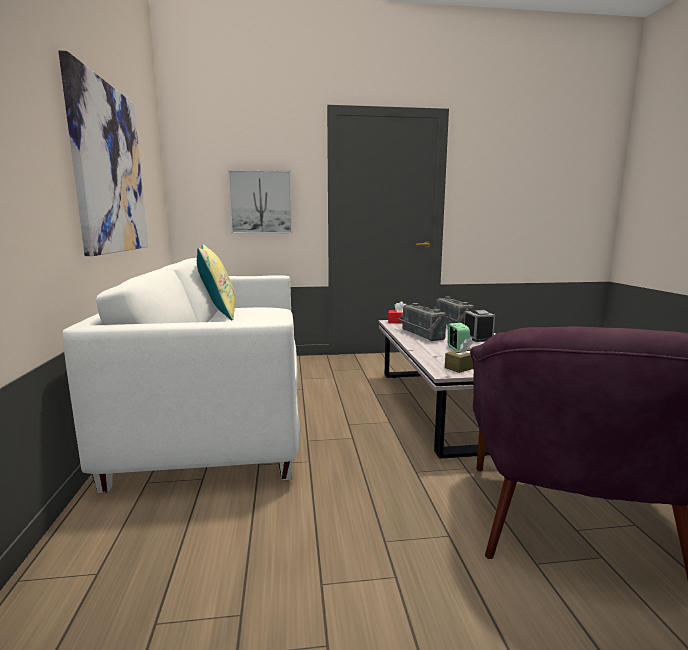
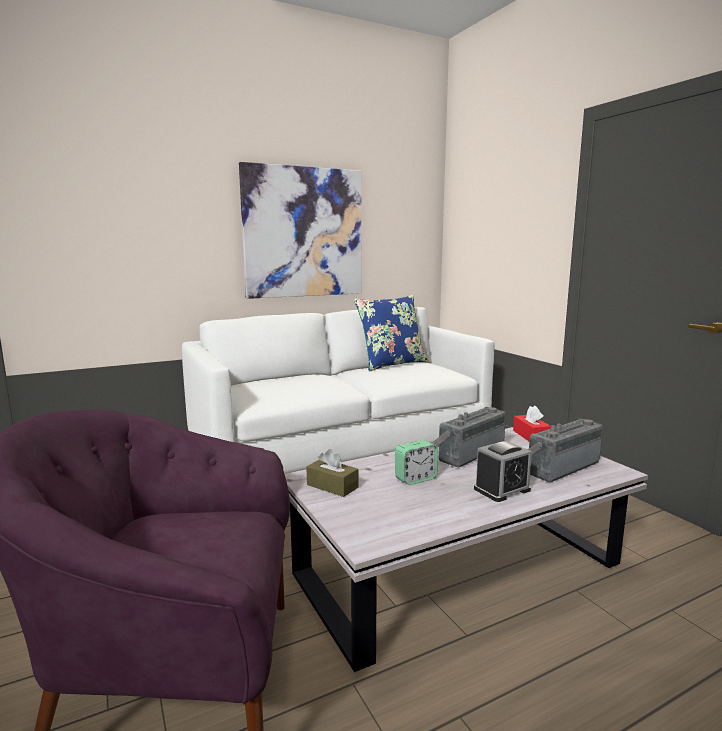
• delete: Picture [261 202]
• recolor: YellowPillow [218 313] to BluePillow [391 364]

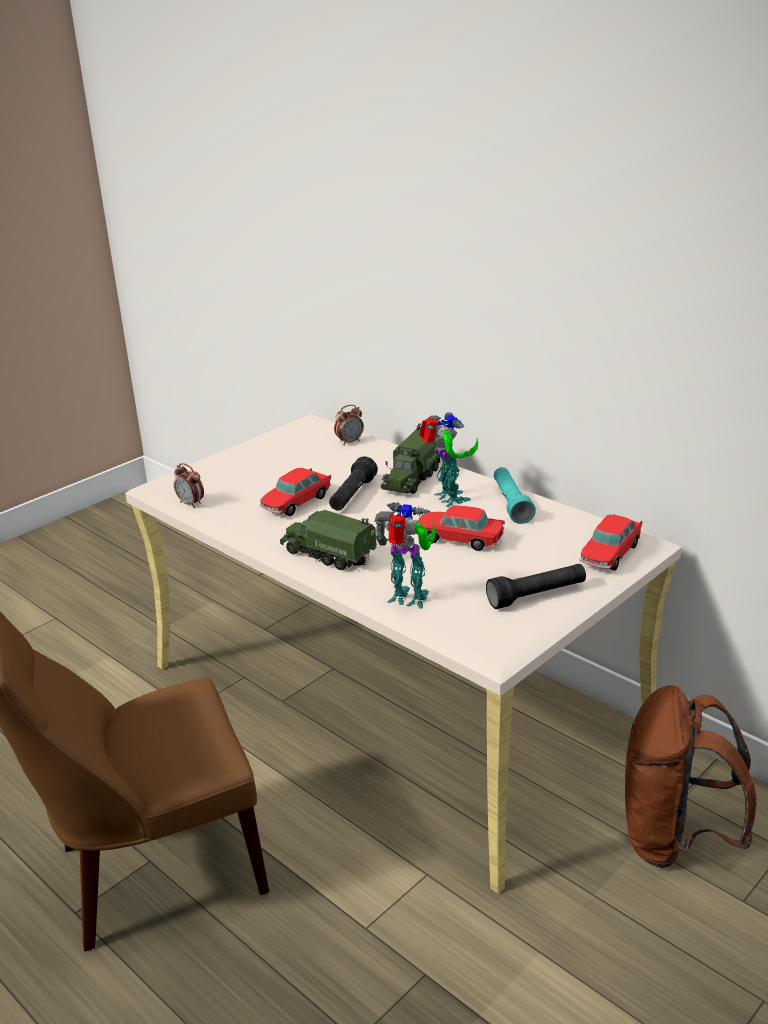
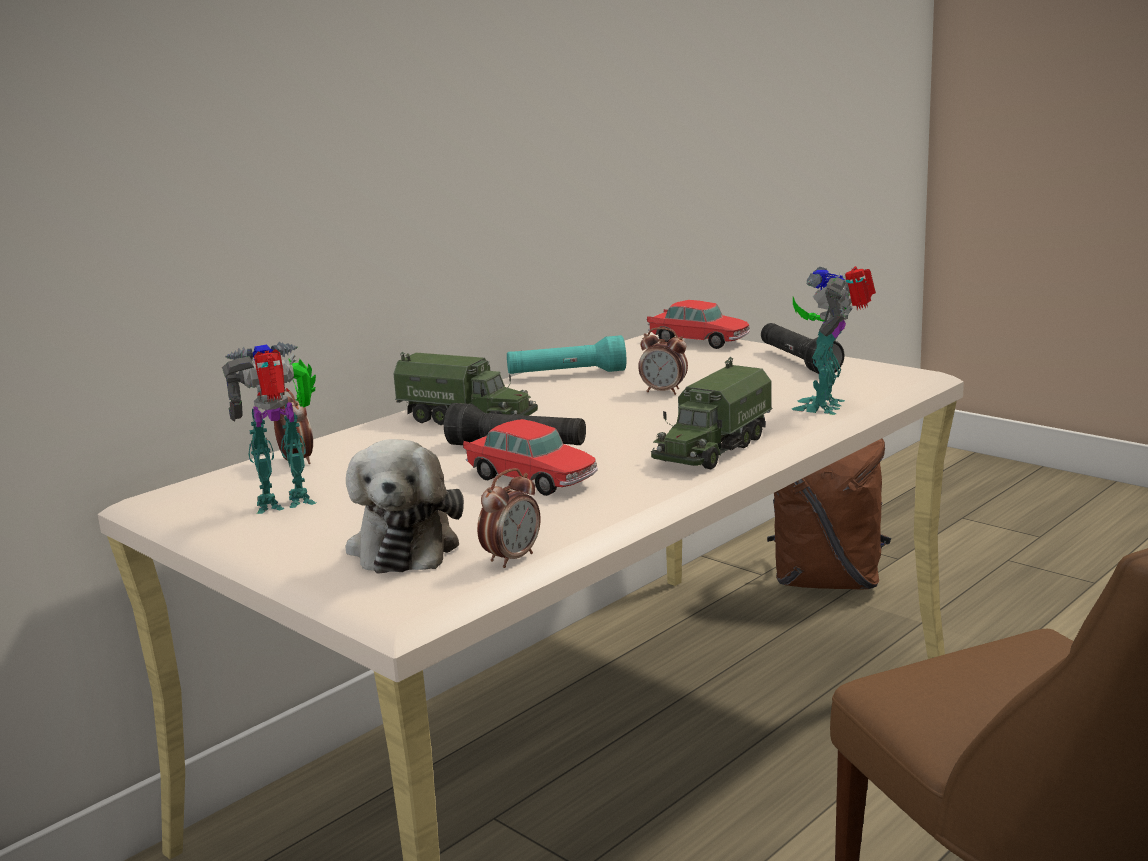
• insert: PlushToy [405 545]
• move: ToyRobot [449 499] to [287 503]
• replace: ToyCar [460 539] to AlarmClock [664 391]

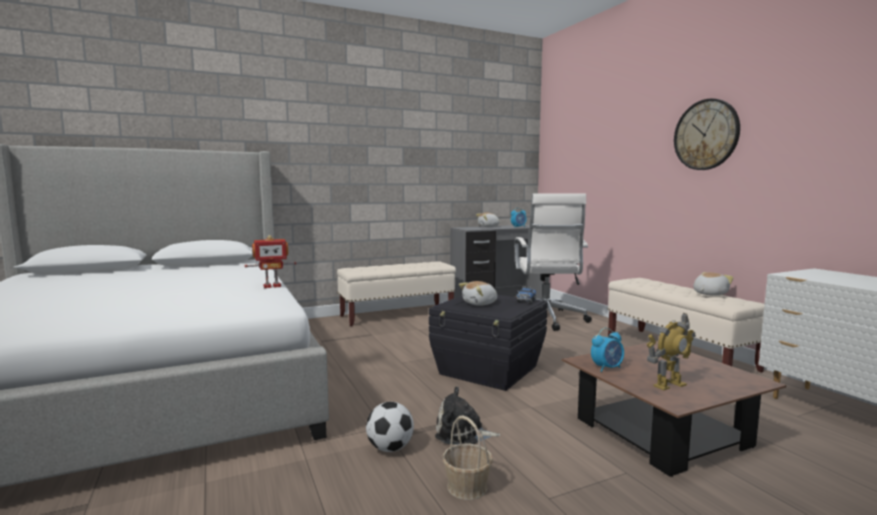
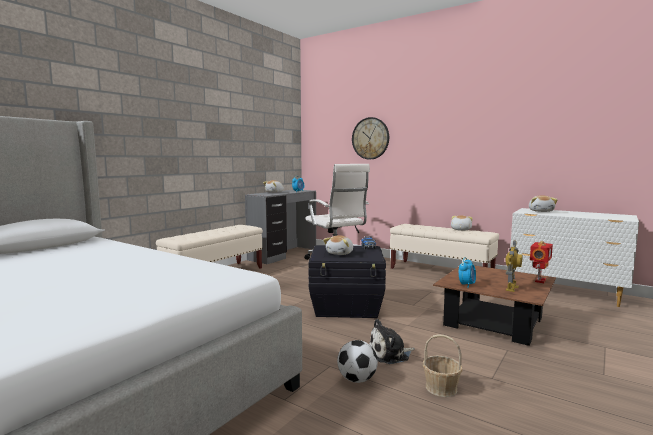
• insert: PlushToy [541 211]
• move: ToyRobot [272 286] to [539 280]
• move: WallClock [706 135] to [370 138]

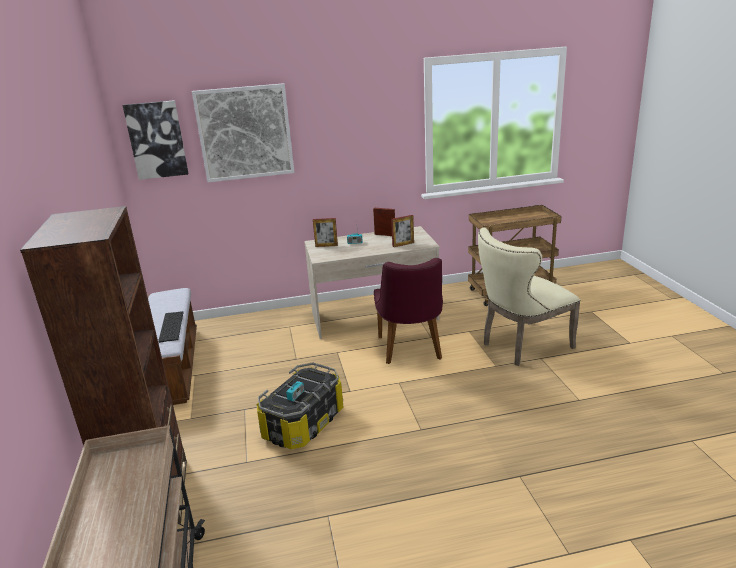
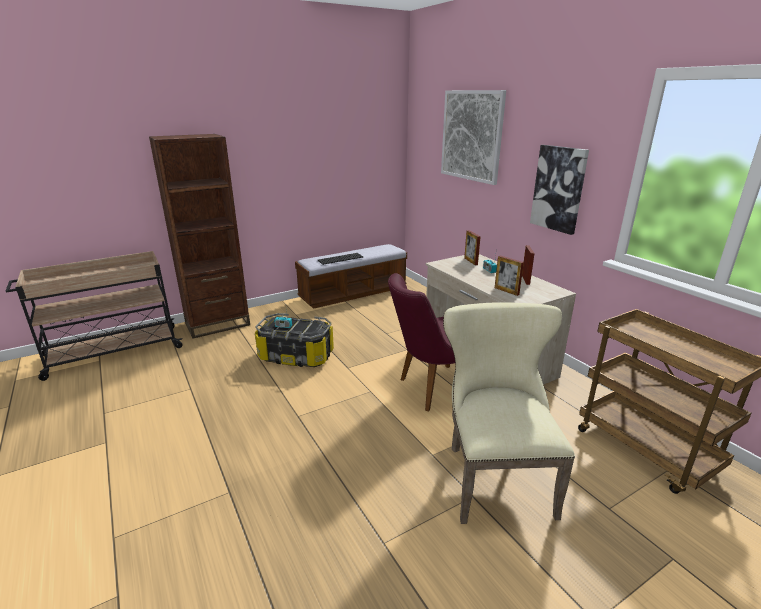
• move: Picture [156 140] to [559 189]
• rotate: BeigeChair [521 346] = [493 474] 45 degrees clockwise

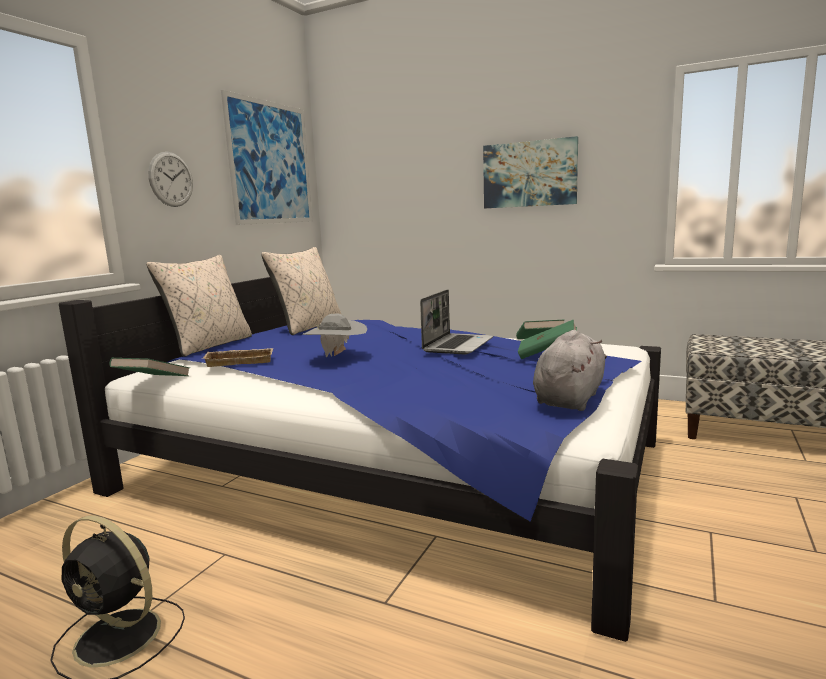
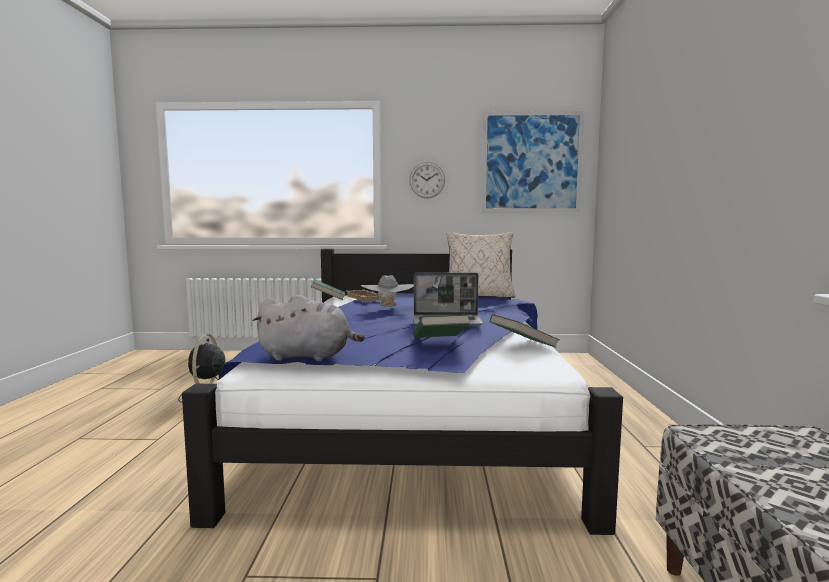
• delete: BeigePillow [210 345]
• delete: Picture [529 174]

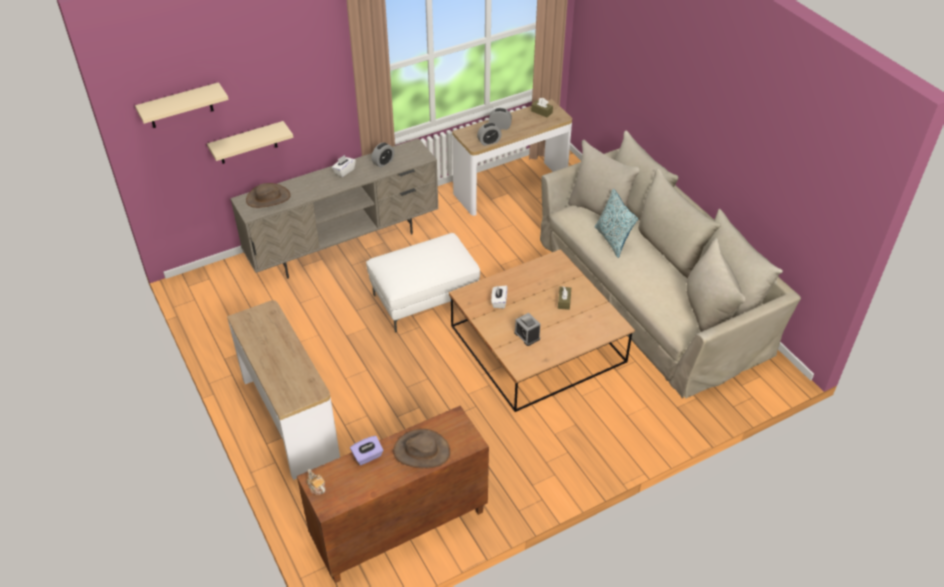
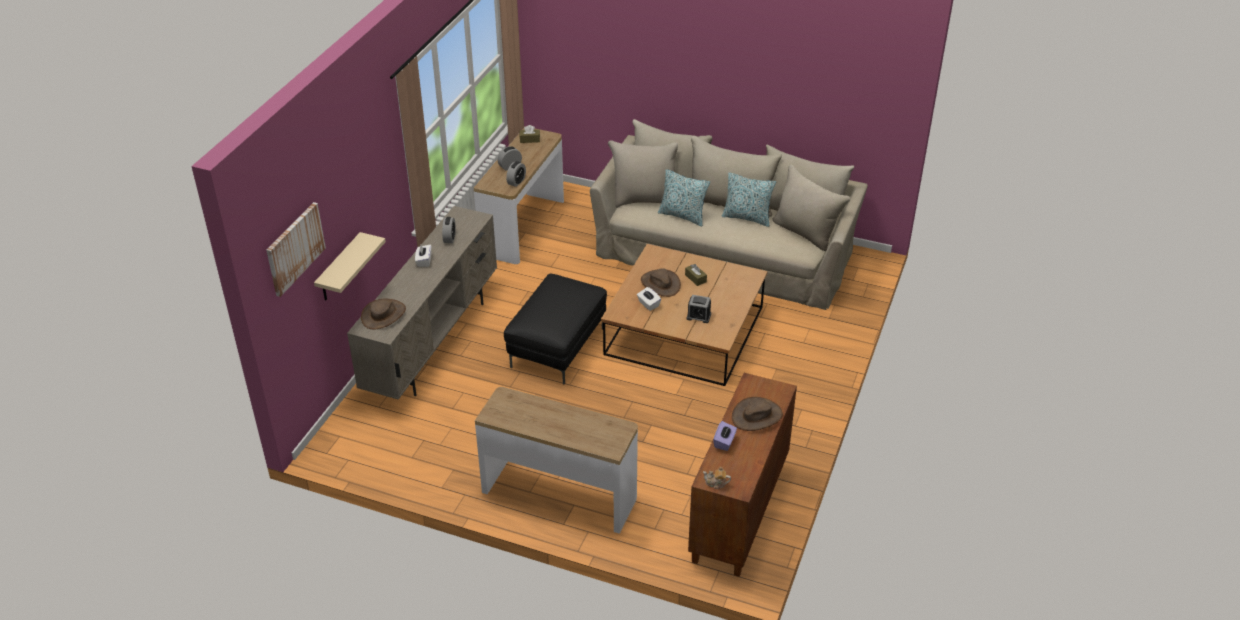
• insert: BrownHat [660 284]
• insert: Pillow [747 218]
• replace: BeigeShelf [180 106] to Picture [295 248]
• recolor: WhiteOttoman [424 299] to BlackOttoman [557 347]

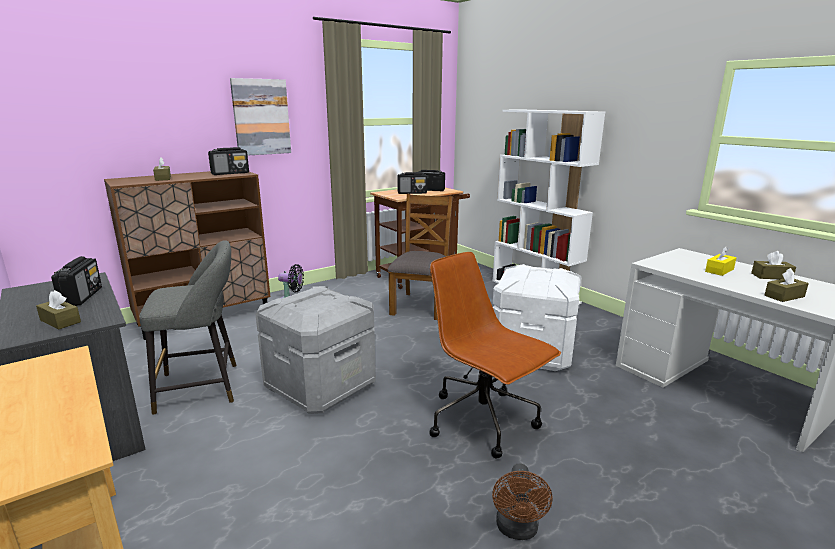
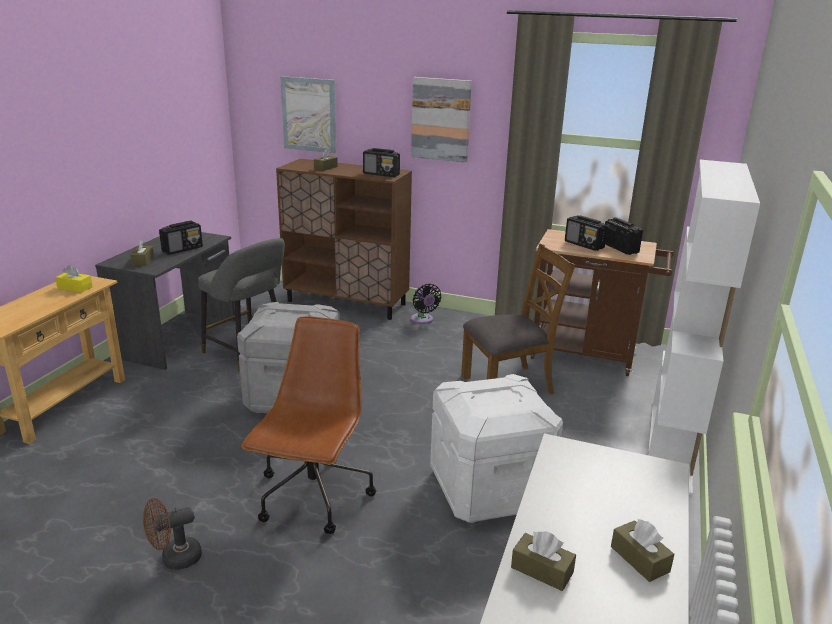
• insert: Picture [309 114]
• move: YellowTissueBox [719 270] to [75 288]

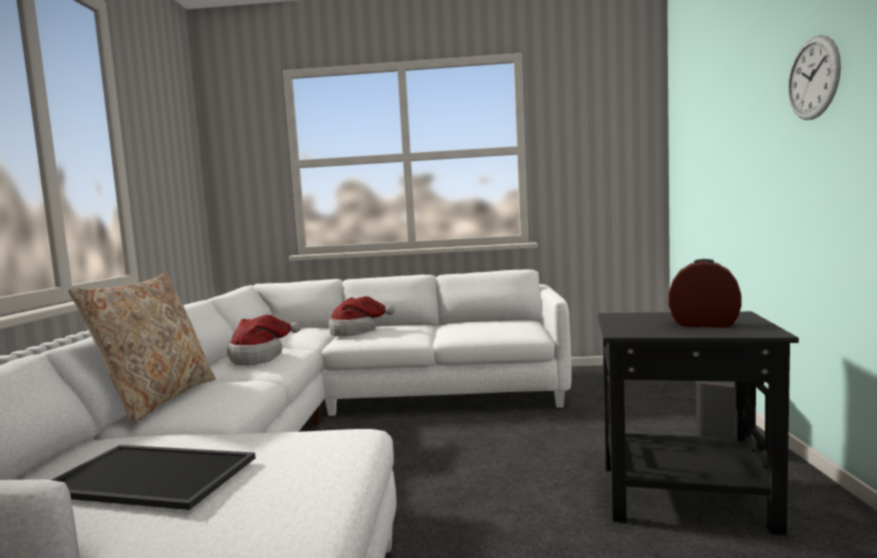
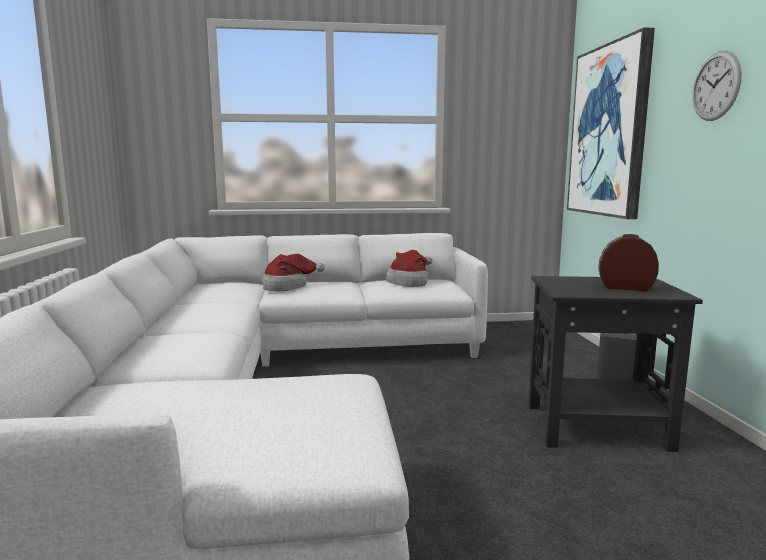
• delete: Tray [154 474]
• delete: BeigePillow [158 400]
• insert: Picture [609 131]
• move: Hat [259 357] to [410 282]

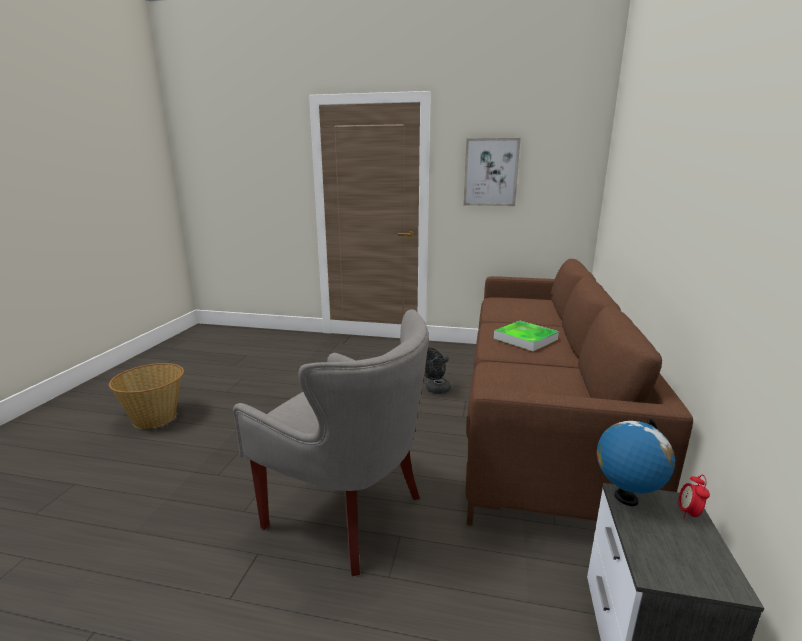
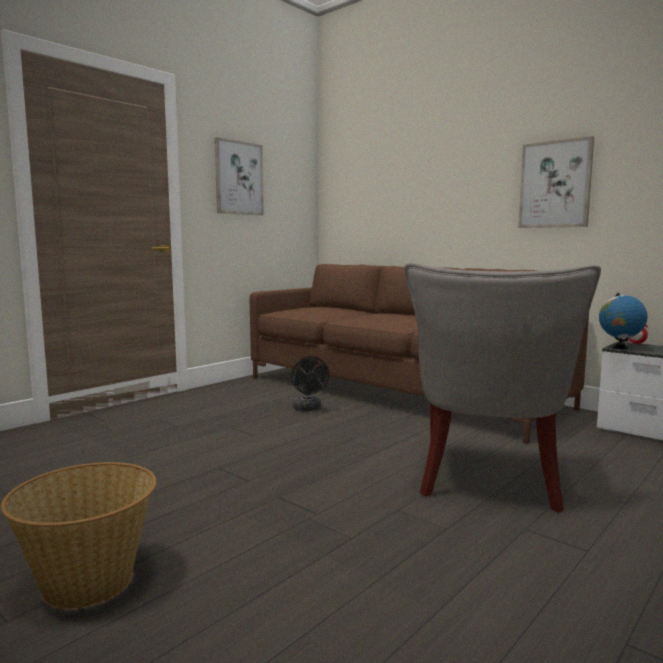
• delete: Tray [525 339]
• insert: Picture [555 184]
• rotate: GreyArmchair [347 514] = [487 480] 135 degrees clockwise

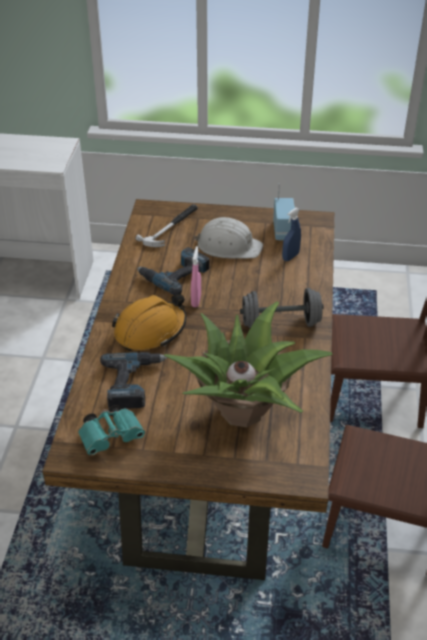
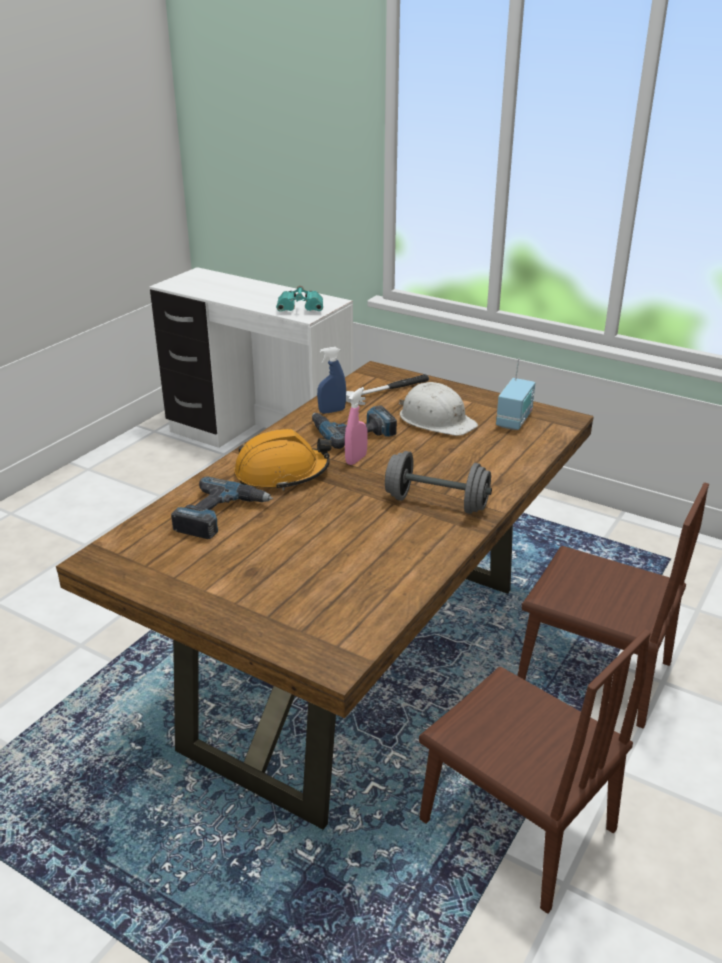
• delete: PottedPlant [244 411]
• move: TurquoiseBinoculars [112 437] to [301 310]
• move: BlueSprayBottle [290 257] to [332 411]

